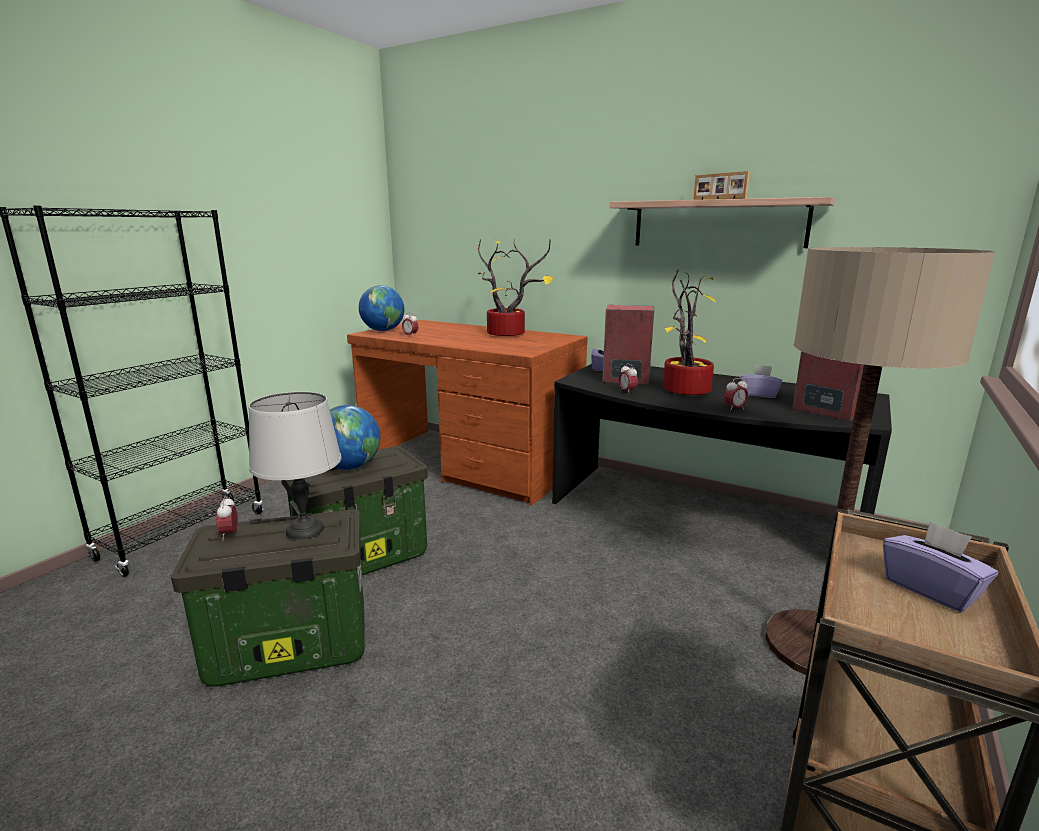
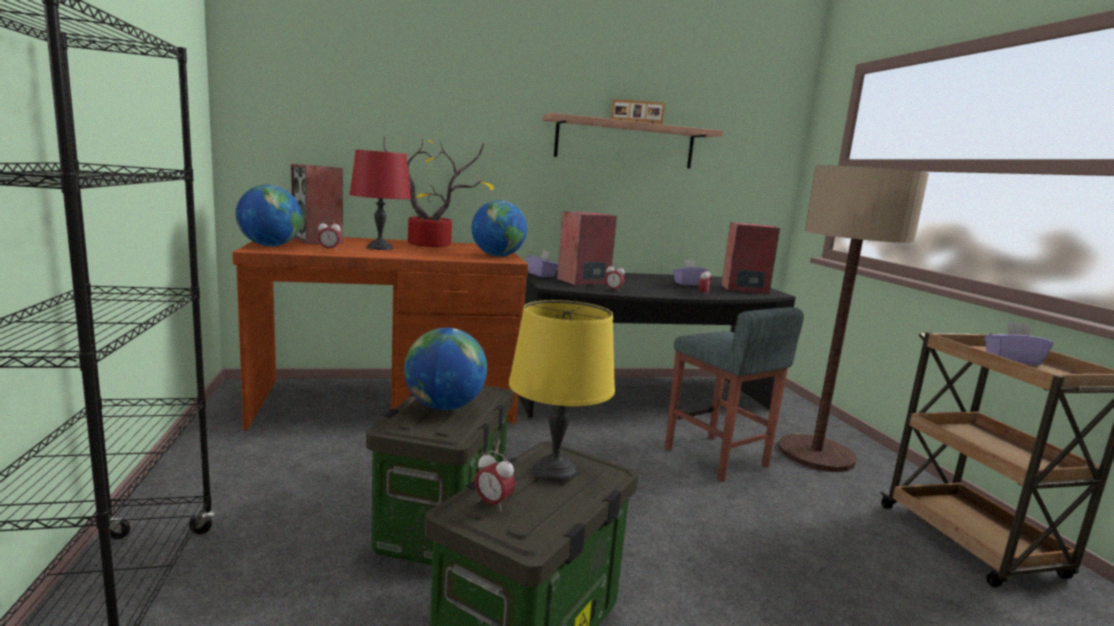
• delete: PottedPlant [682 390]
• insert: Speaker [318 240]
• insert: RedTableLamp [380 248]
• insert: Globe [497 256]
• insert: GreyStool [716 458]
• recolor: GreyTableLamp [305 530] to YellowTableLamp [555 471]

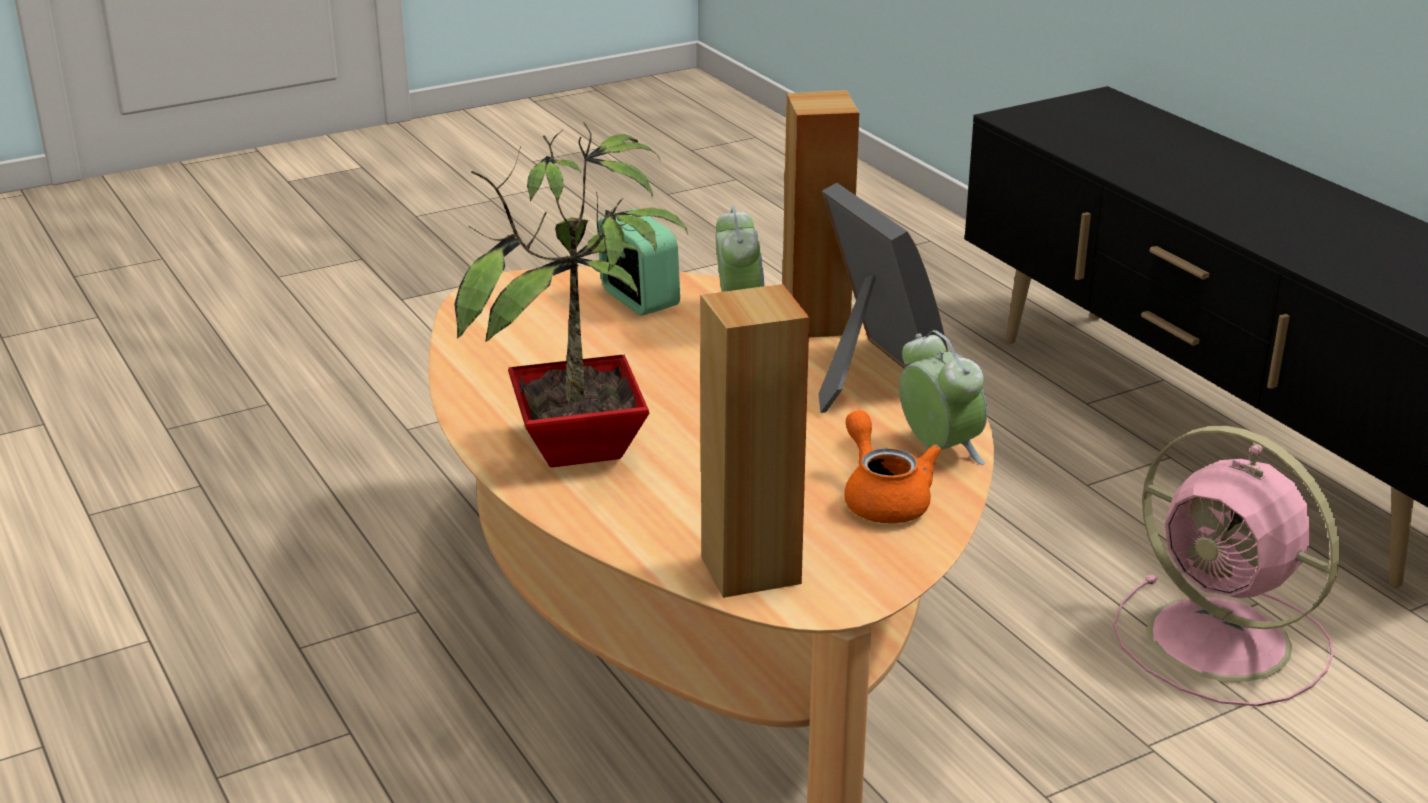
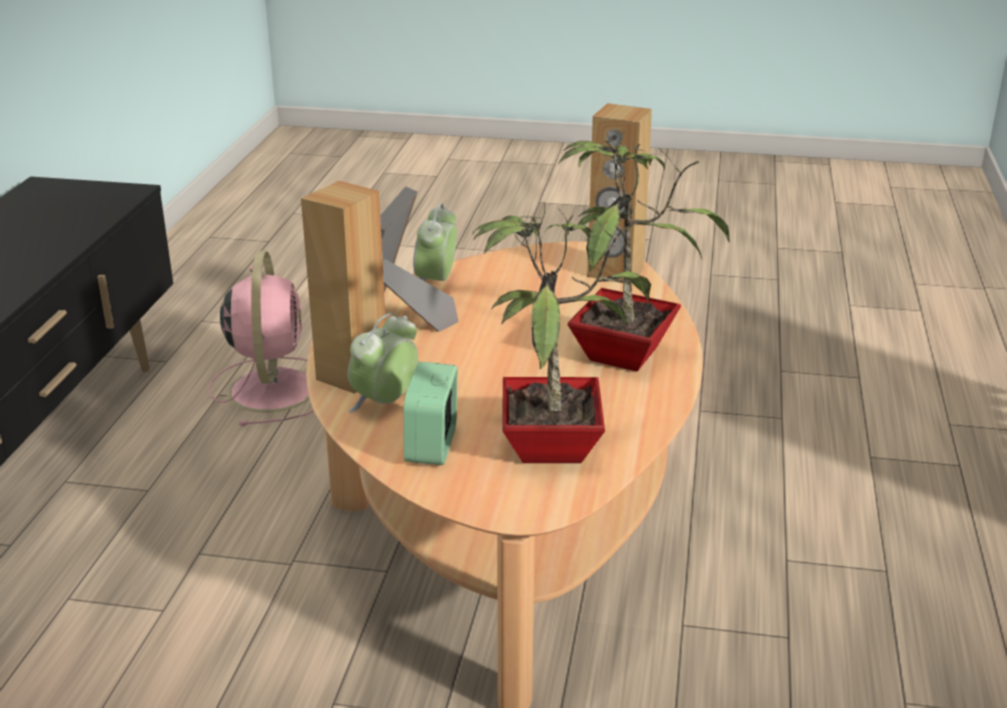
• delete: OrangeTeapot [883 498]
• insert: PottedPlant [551 445]

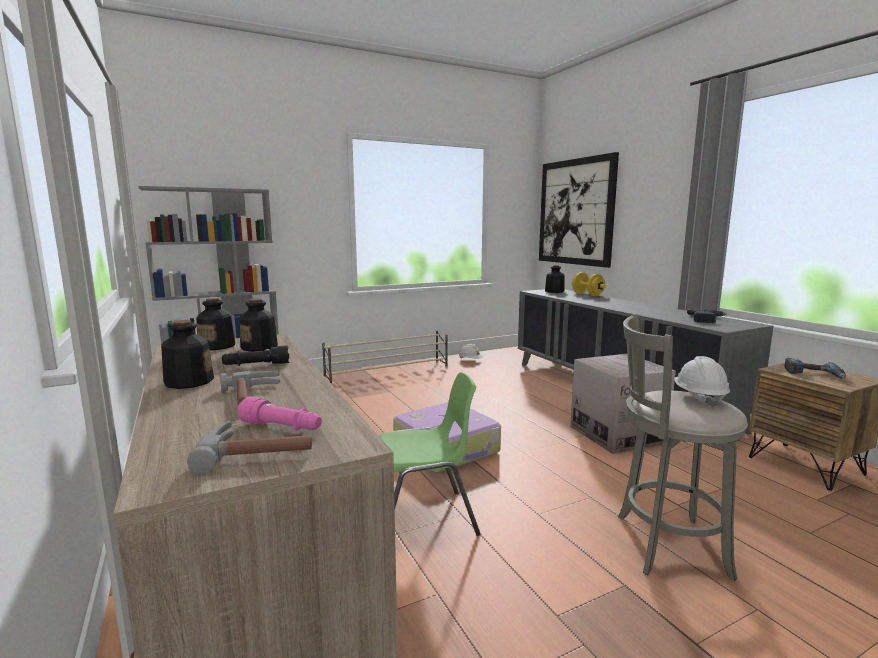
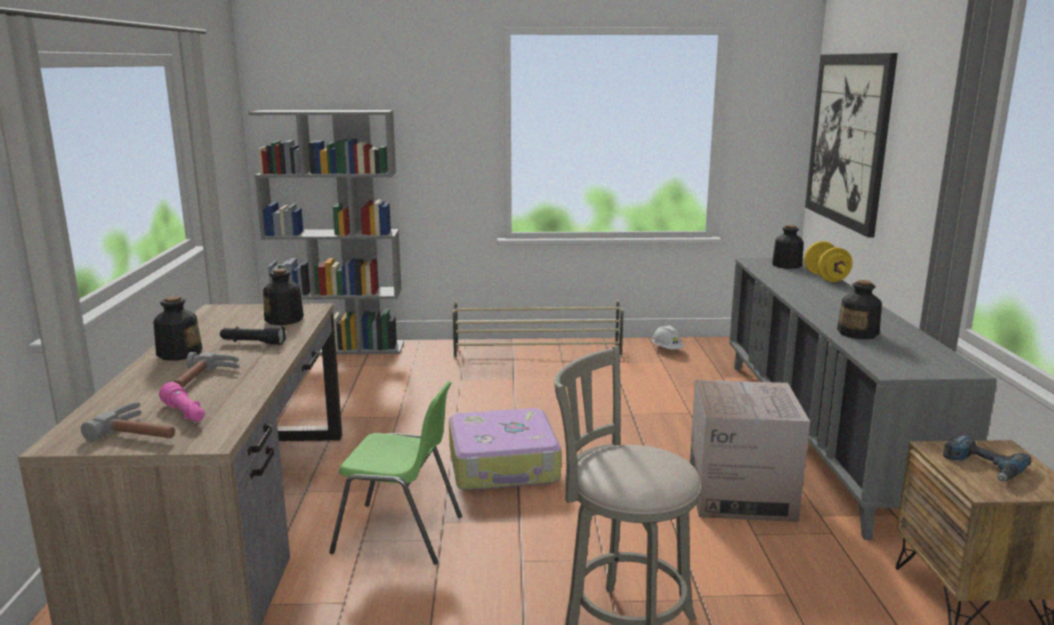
• delete: WhiteHardHat [699 397]
• delete: PowerDrill [707 319]
• move: Bottle [217 346] to [858 333]

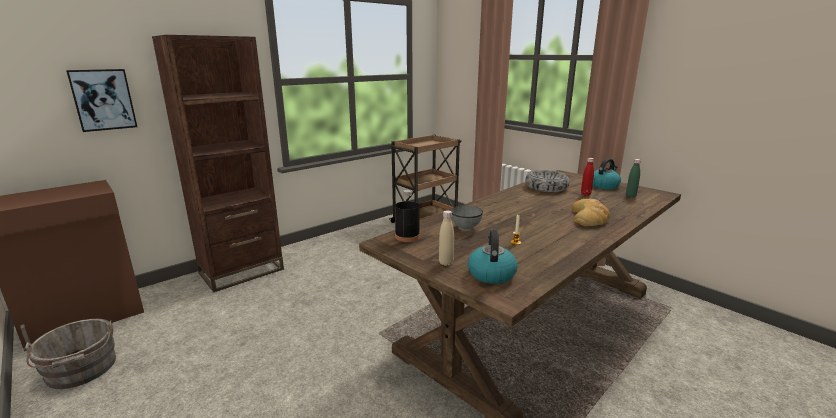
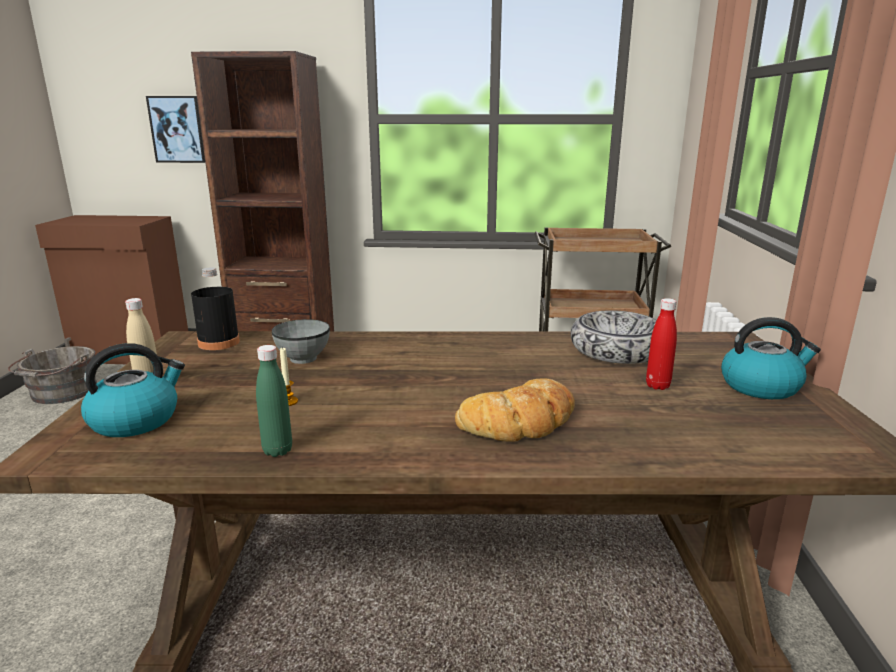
• move: GreenBottle [630 196] to [277 450]

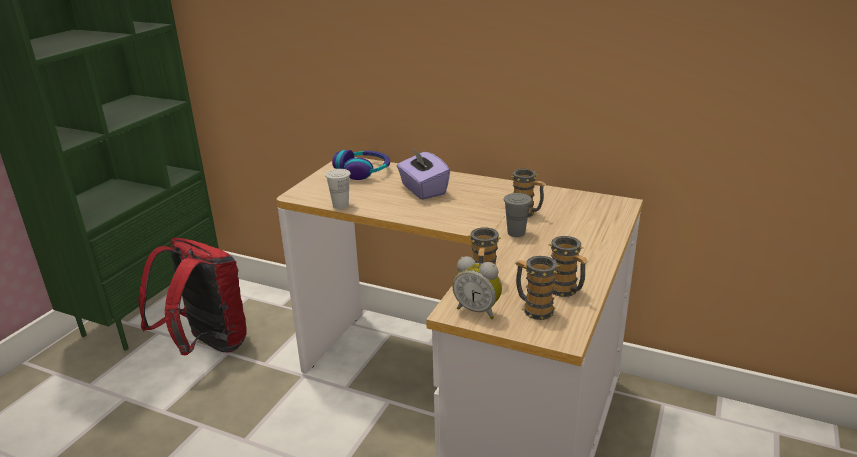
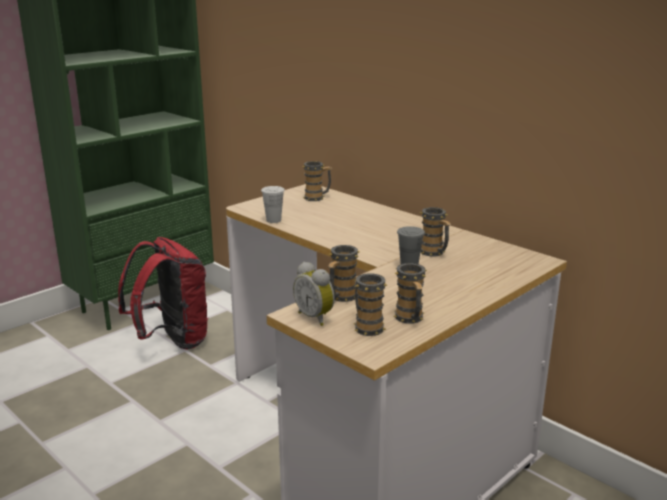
• delete: PurpleTissueBox [423 190]
• replace: Headphones [363 171] to Mug [317 198]

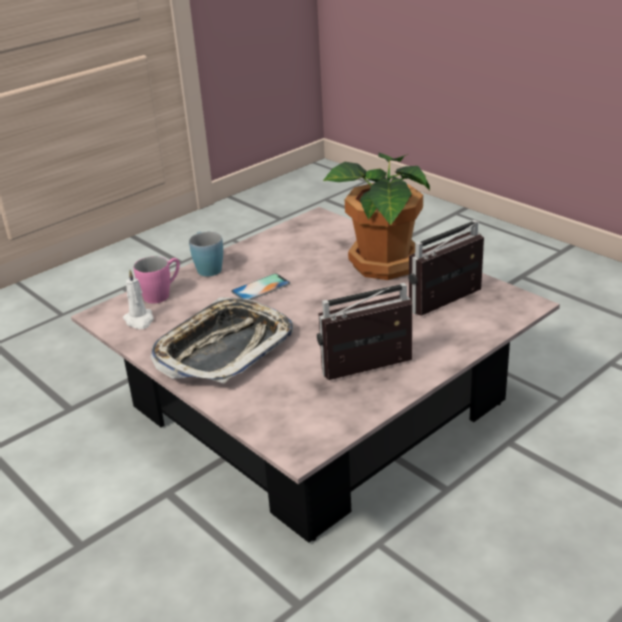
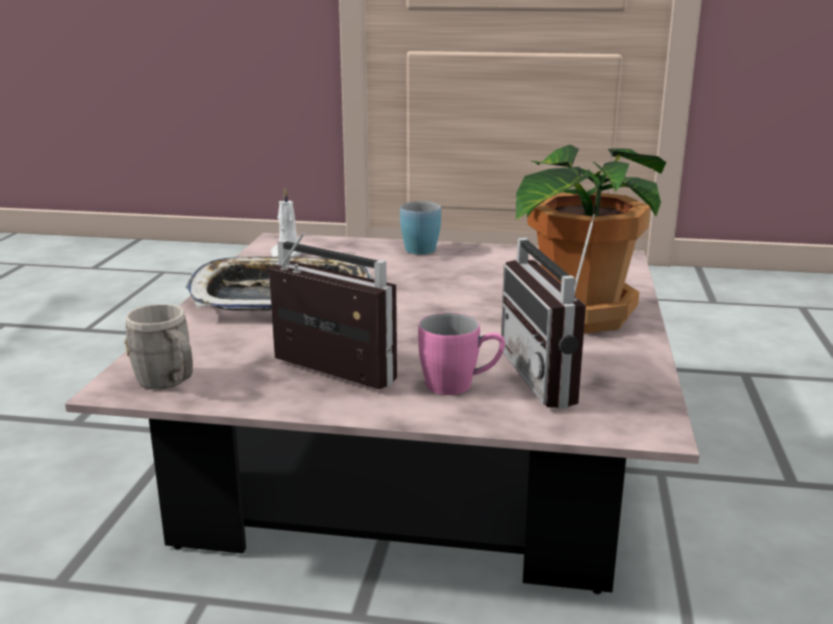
• delete: Phone [261 288]
• insert: GreyMug [169 383]
• move: PinkMug [162 294] to [460 386]
• rotate: Radio [451 305] = [554 378] 120 degrees counterclockwise

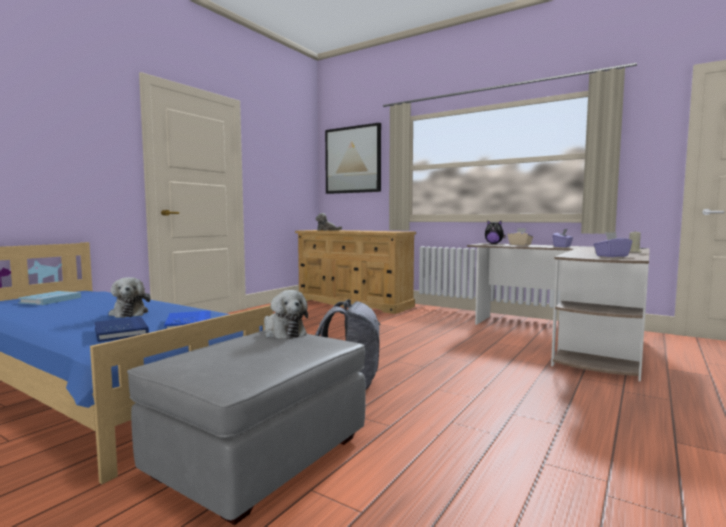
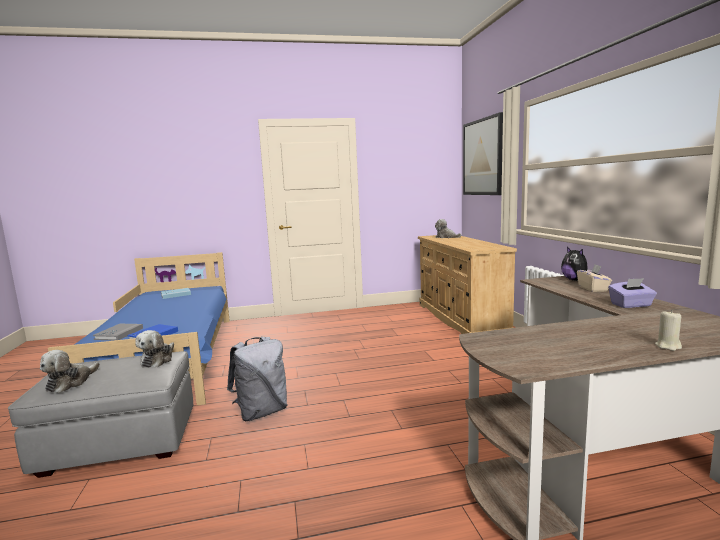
• delete: PurpleTissueBox [611 256]
• move: PlushToy [129 313] to [71 382]
• recolor: BlueBook [121 332] to GreyBook [119 334]

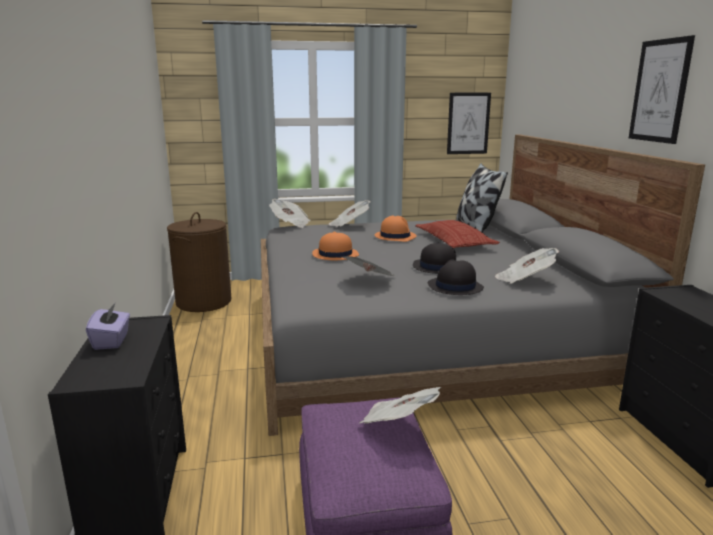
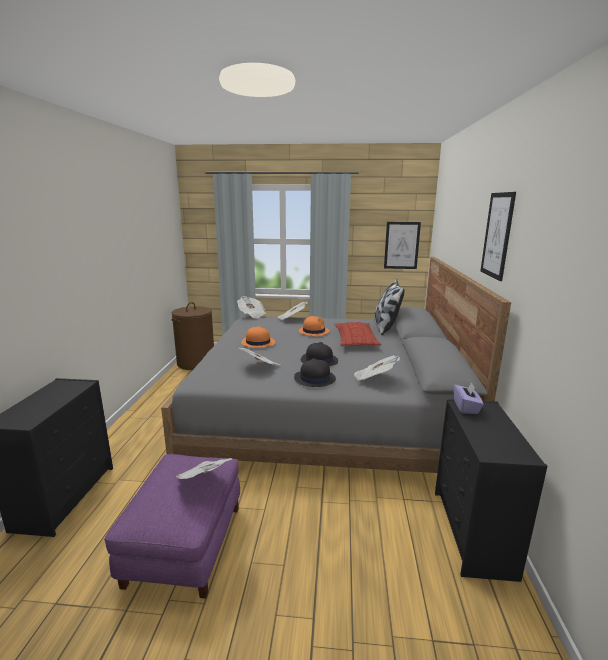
• move: PurpleTissueBox [112 341] to [466 407]

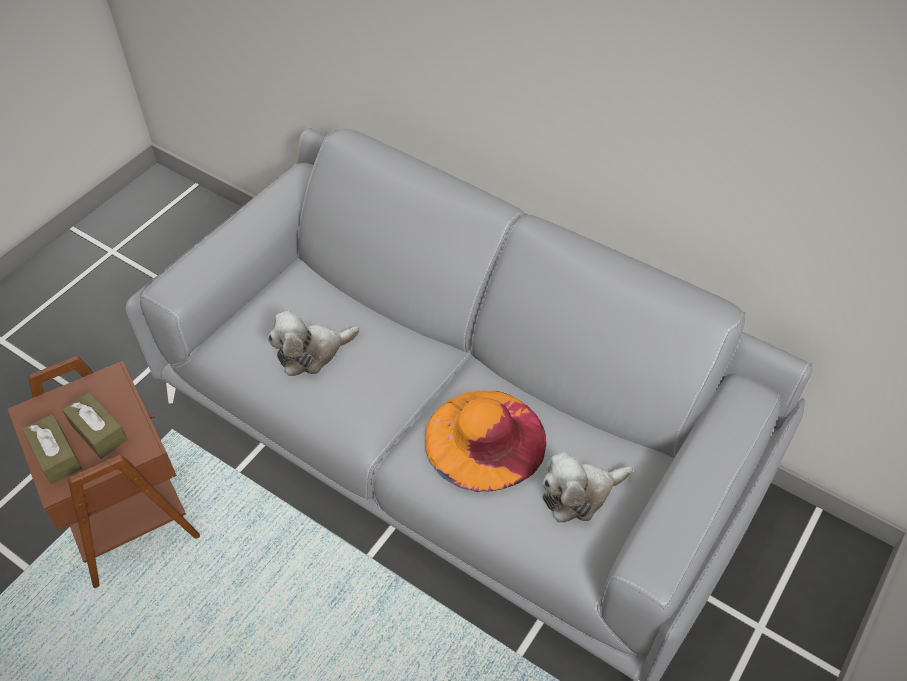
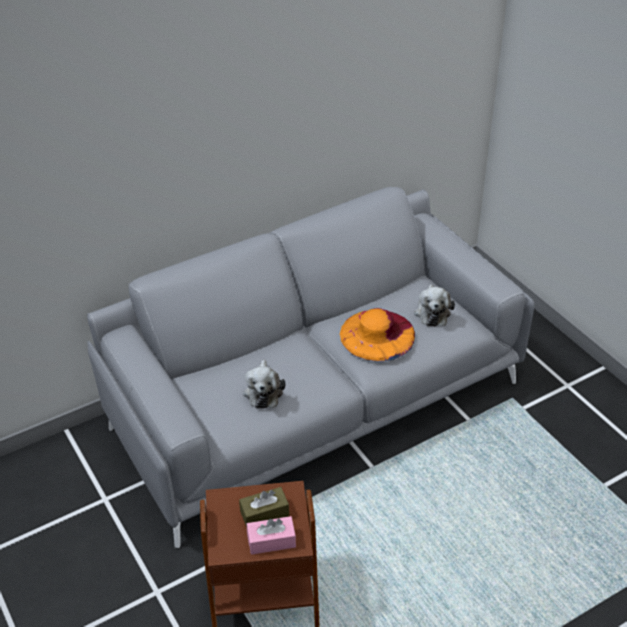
• recolor: BrownTissueBox [56 455] to PinkTissueBox [271 541]

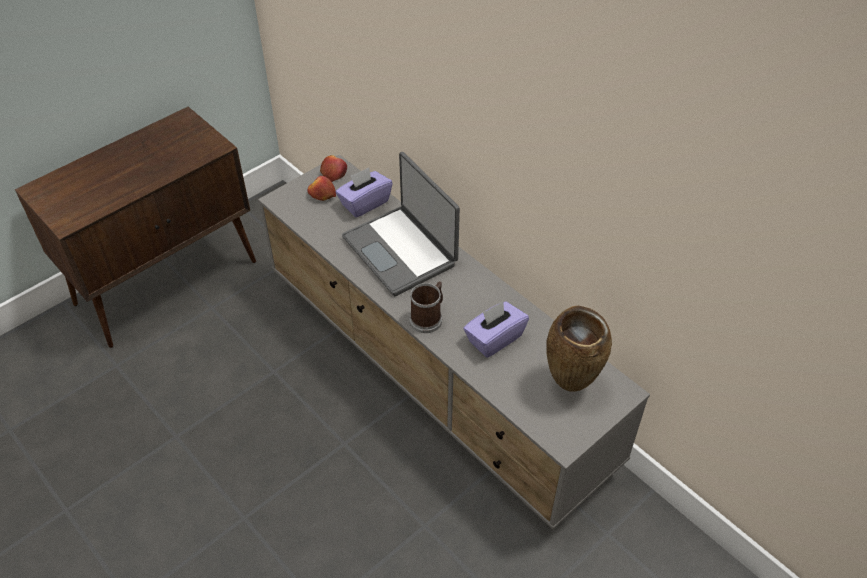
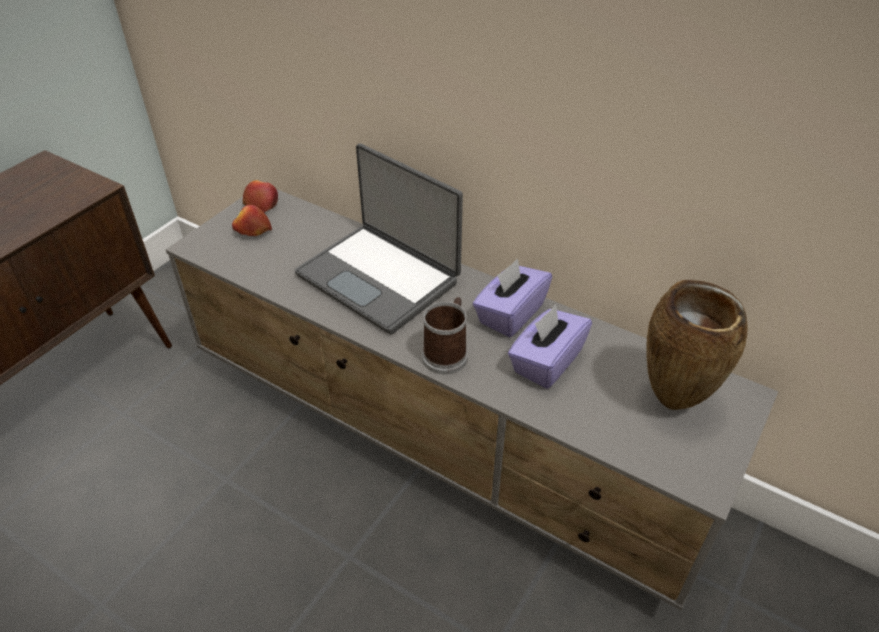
• move: PurpleTissueBox [364 203] to [510 314]

